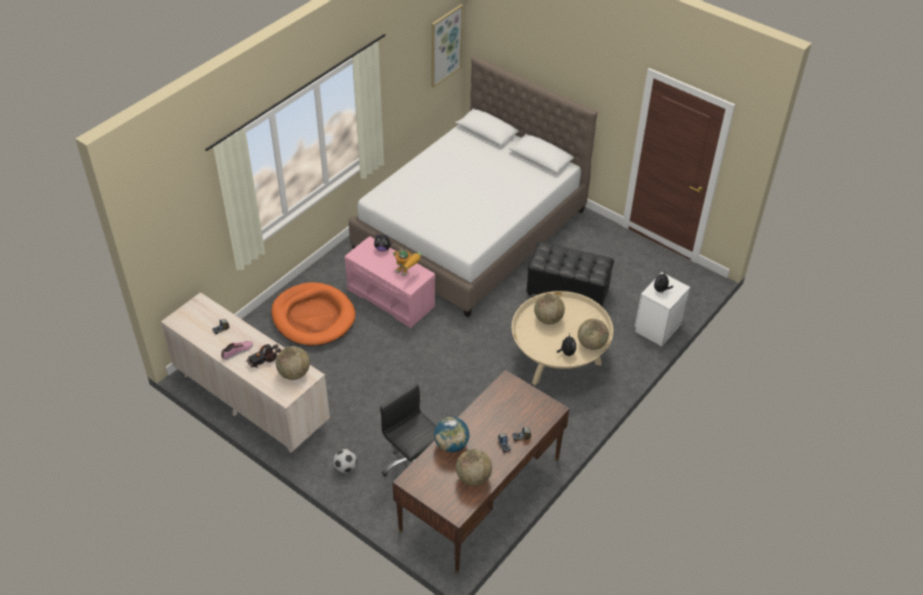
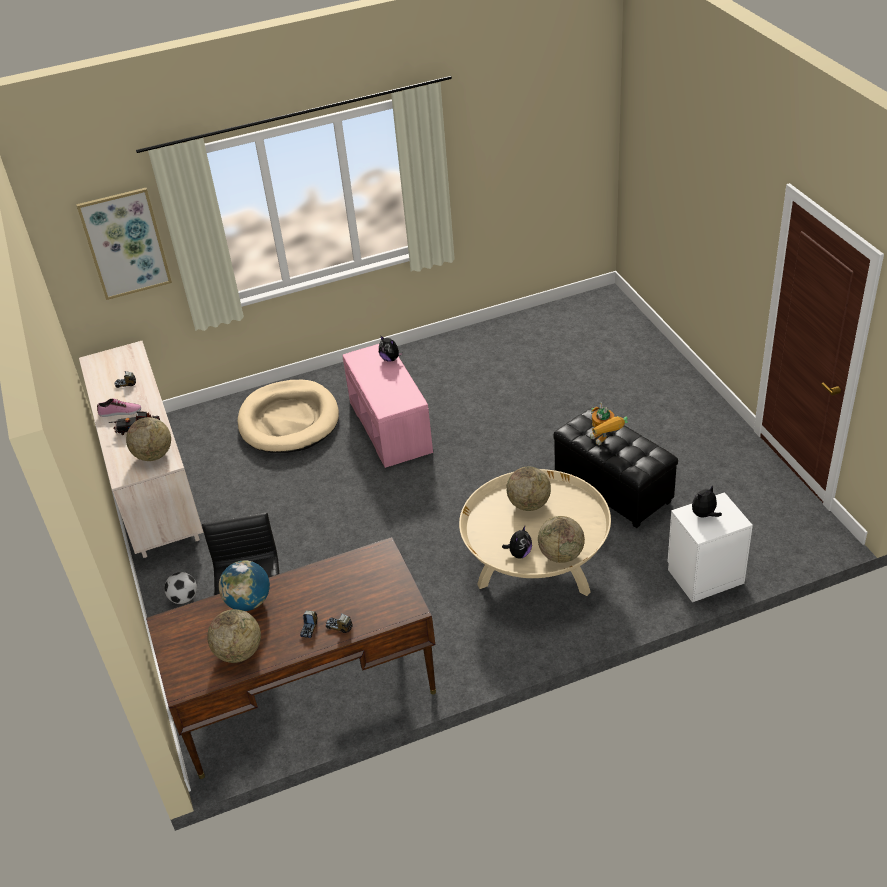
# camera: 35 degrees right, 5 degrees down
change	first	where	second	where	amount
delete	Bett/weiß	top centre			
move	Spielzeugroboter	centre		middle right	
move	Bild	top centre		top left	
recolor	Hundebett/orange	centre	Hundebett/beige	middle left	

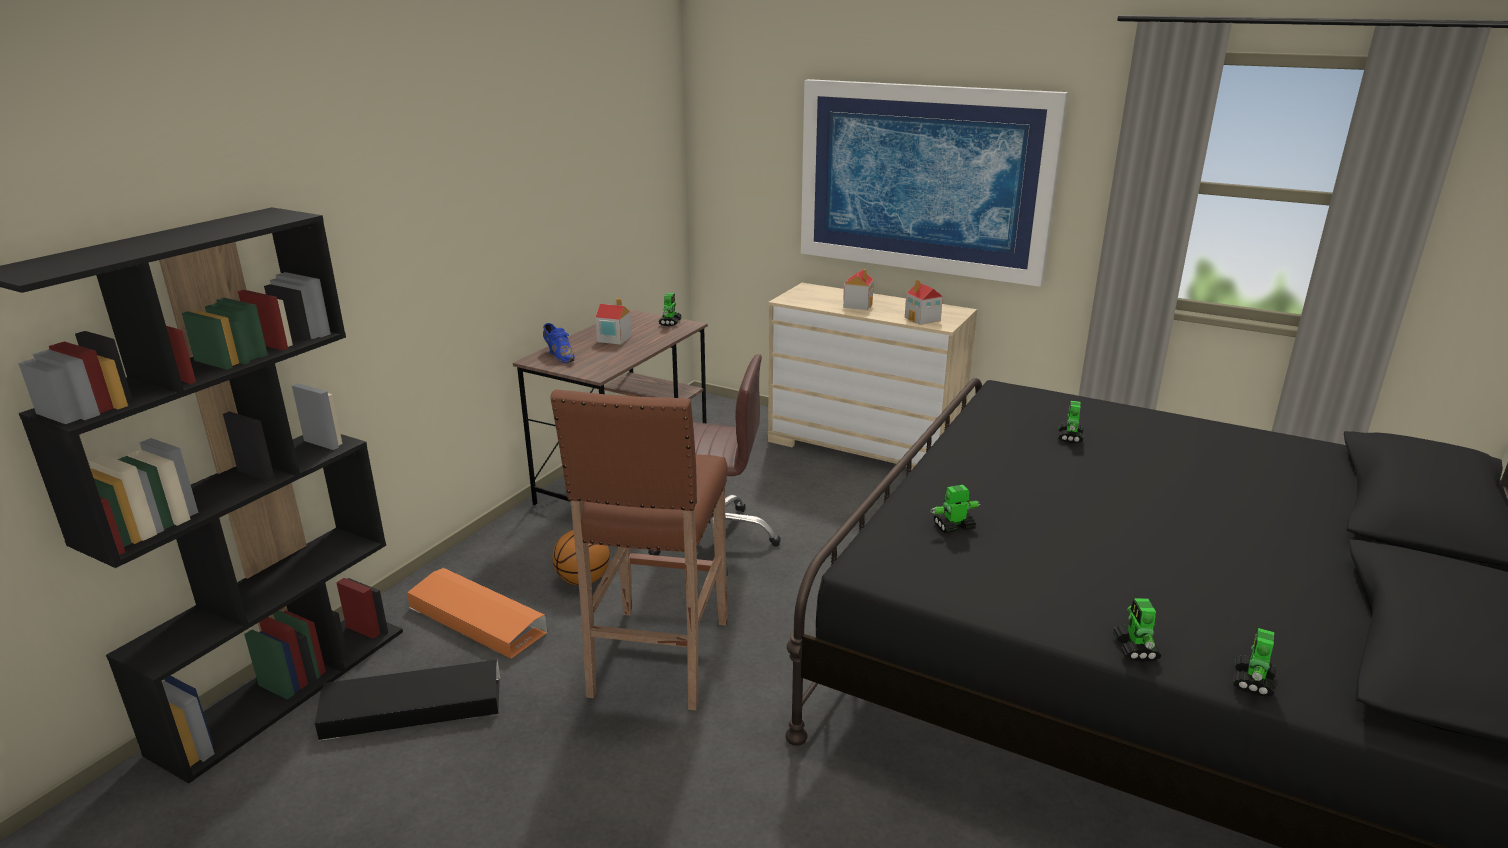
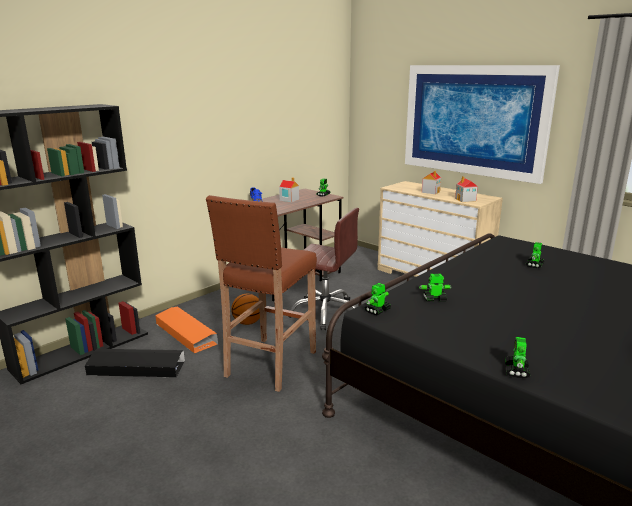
# camera: 15 degrees right, 5 degrees down
change	first	where	second	where	amount
move	Spielzeugroboter (5th from left in the first image)	bottom right	Spielzeugroboter (2nd from left)	centre	

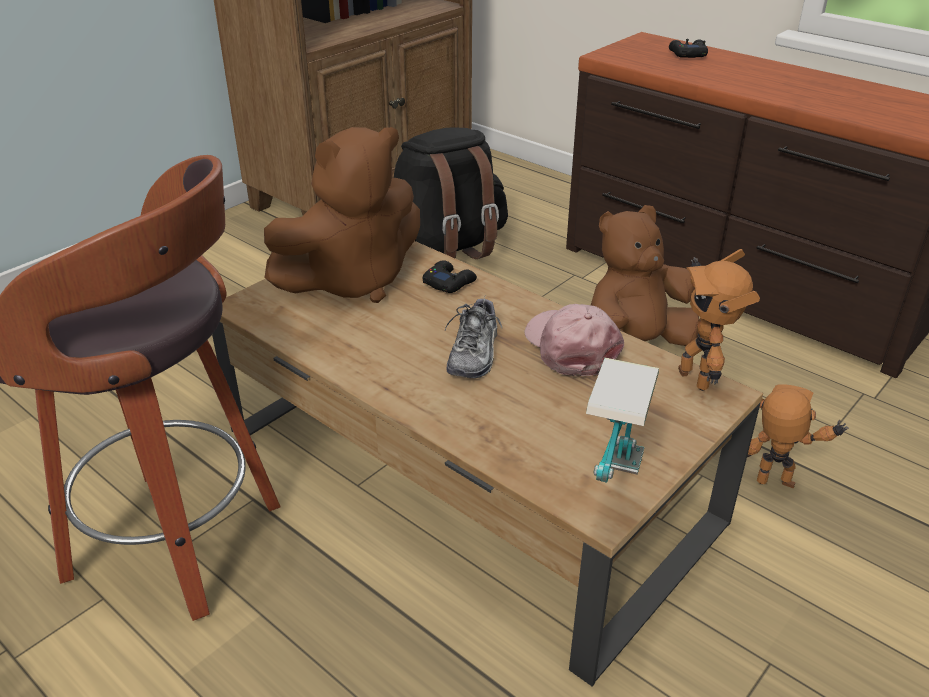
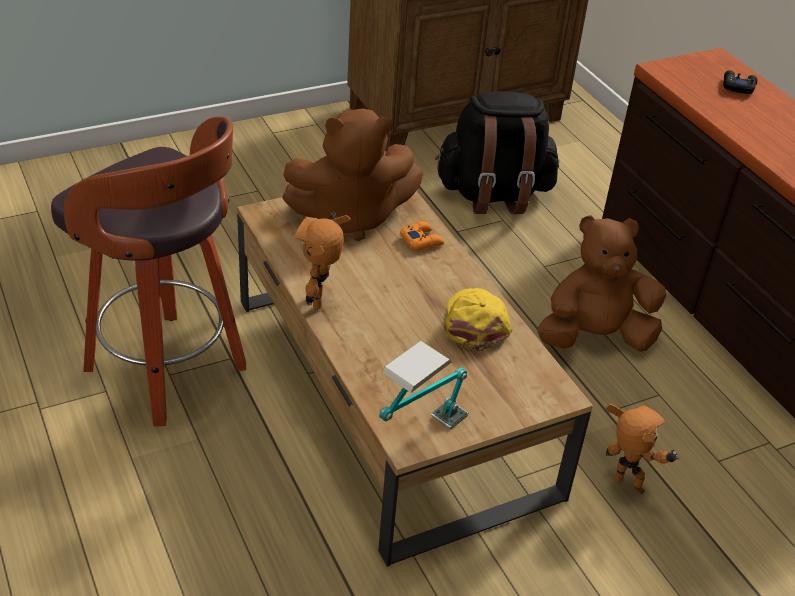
# camera: 20 degrees right, 5 degrees up
change	first	where	second	where	amount
delete	Schuh	centre			
move	Spielzeugroboter (1st from left)	middle right		centre	
recolor	Gamepad/schwarz (1st from left)	centre	Gamepad/orange	centre	
recolor	Kappe/rosa	centre	Kappe/gelb	centre	

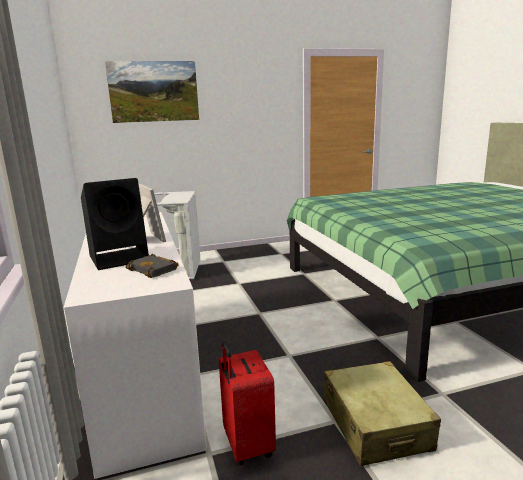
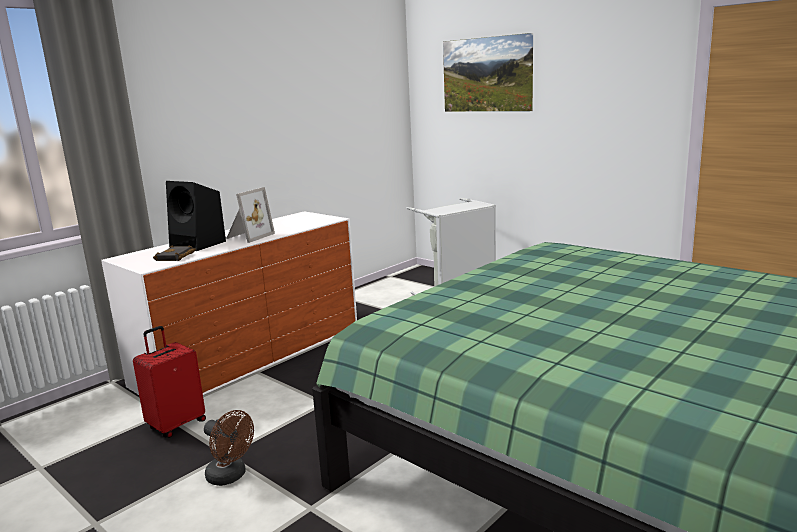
# camera: 60 degrees right, 0 degrees up
change	first	where	second	where	amount
replace	Koffer/beige	bottom right	Ventilator/braun	bottom left	

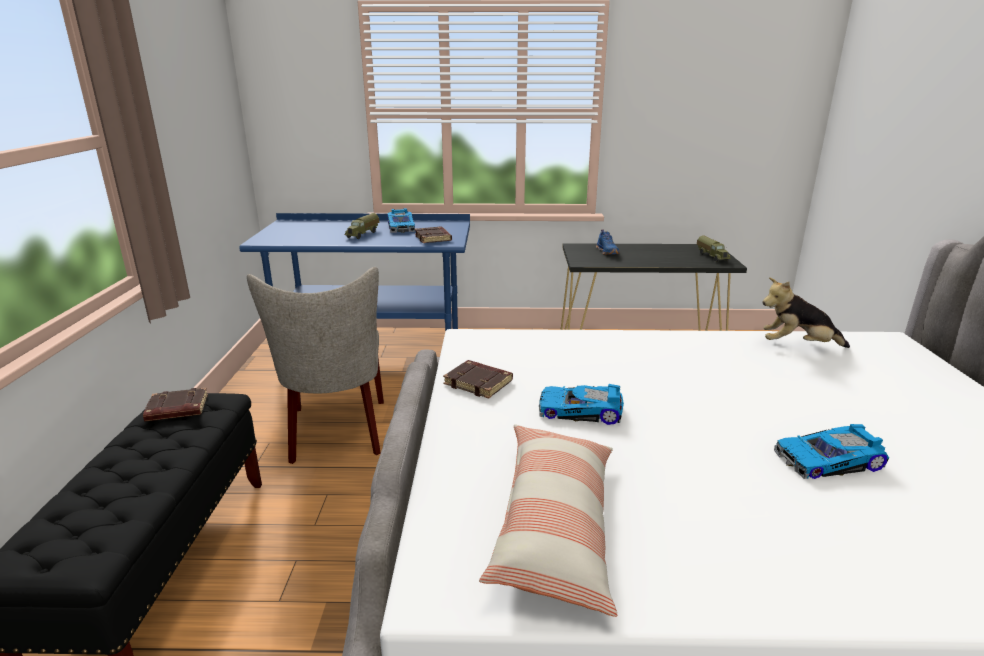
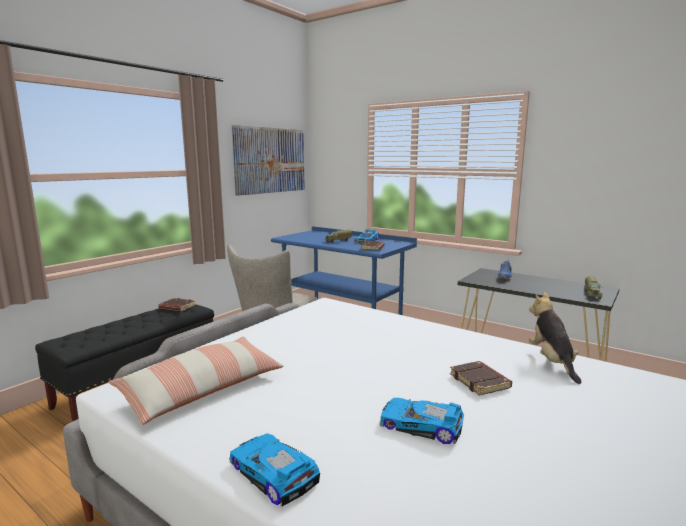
# camera: 35 degrees right, 10 degrees down
change	first	where	second	where	amount
insert			Bild	top centre	
move	Buch/braun (3rd from left)	centre		bottom right	
move	Spielzeugauto (2nd from left in the first image)	centre	Spielzeugauto (1st from left)	bottom centre	
rotate	Plüschtier	middle right		middle right	45 degrees clockwise

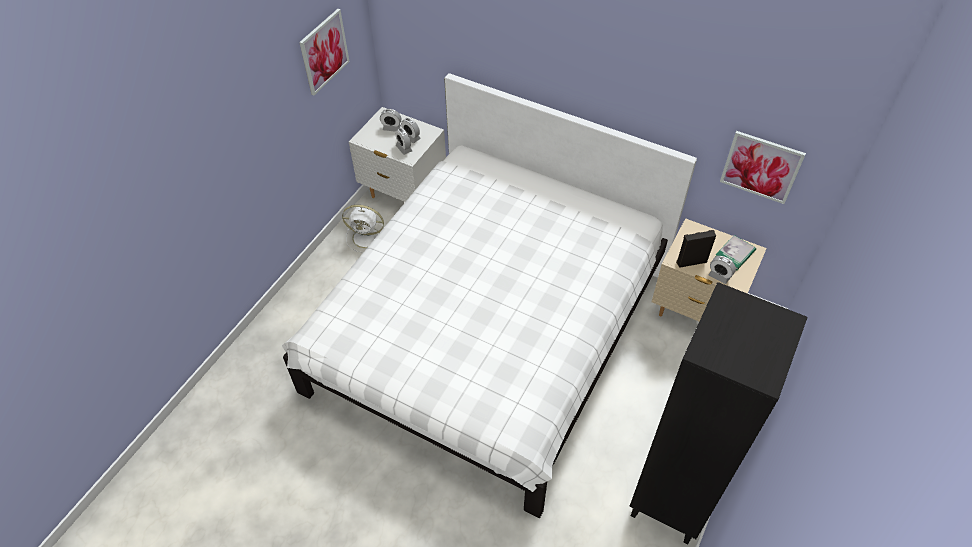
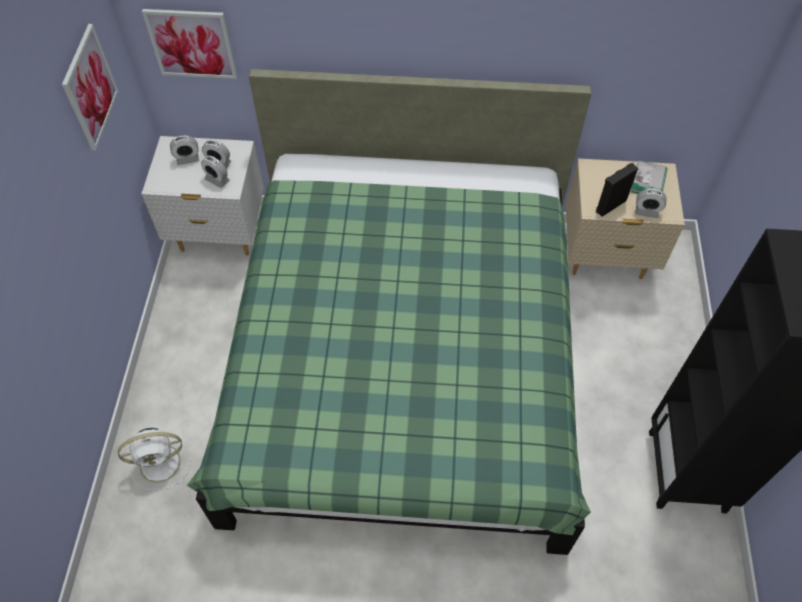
# camera: 25 degrees left, 5 degrees up
change	first	where	second	where	amount
move	Ventilator/weiß	centre		bottom left	
move	Bild (2nd from left)	top right		top left	
recolor	Bett/weiß	centre	Bett/grün	centre	

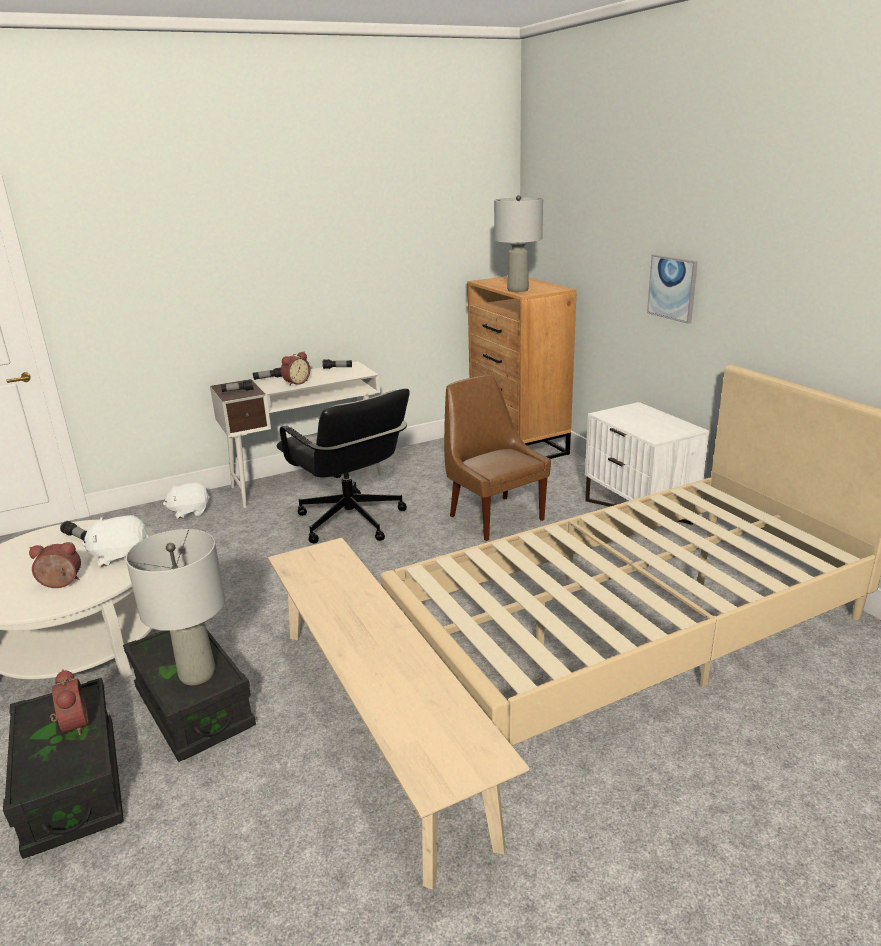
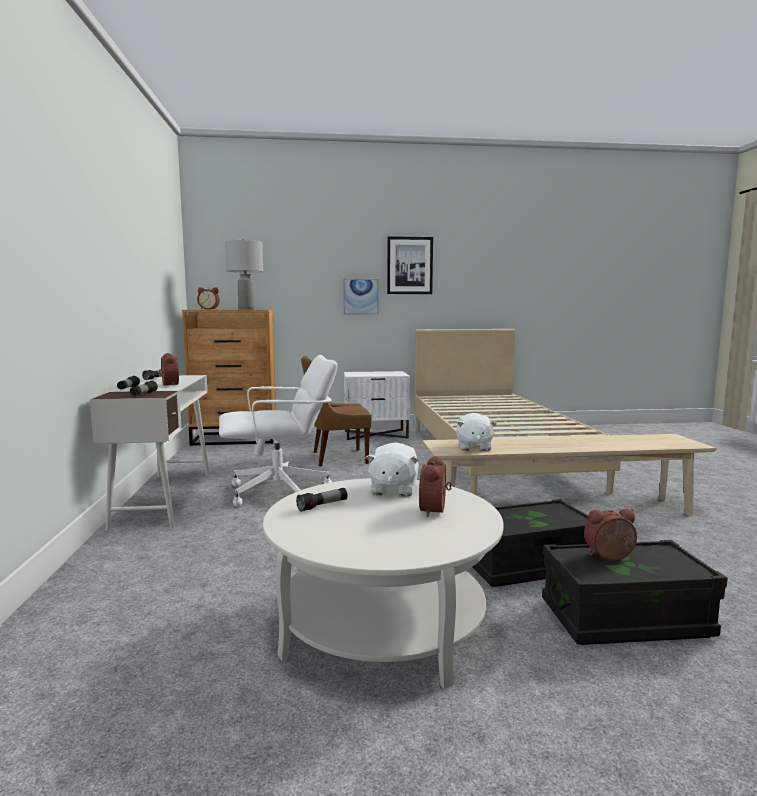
# camera: 70 degrees left, 15 degrees down
change	first	where	second	where	amount
delete	Tischlampe/grau (1st from left)	middle left			
insert			Wecker (2nd from left)	middle left	
insert			Bild (2nd from left)	top centre	
move	Plüschtier/weiß (2nd from left)	middle left		centre	
recolor	Bürostuhl/schwarz	centre	Bürostuhl/weiß	centre	

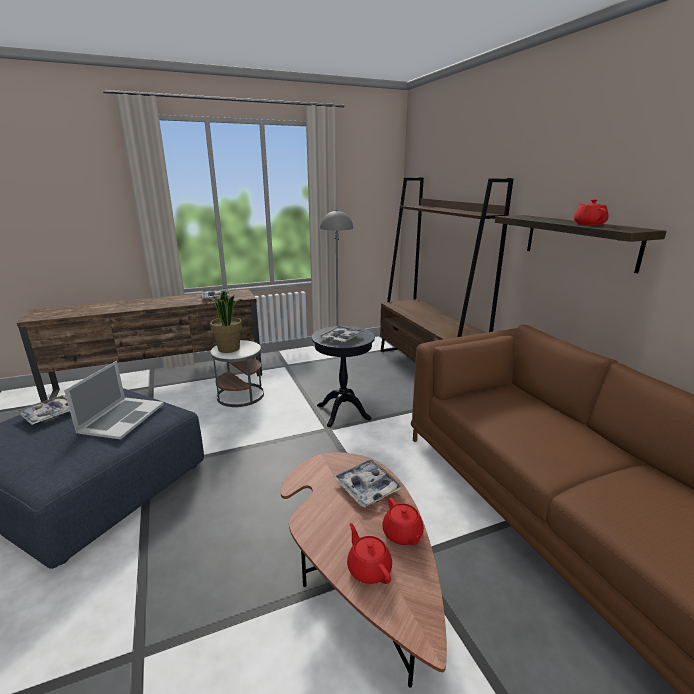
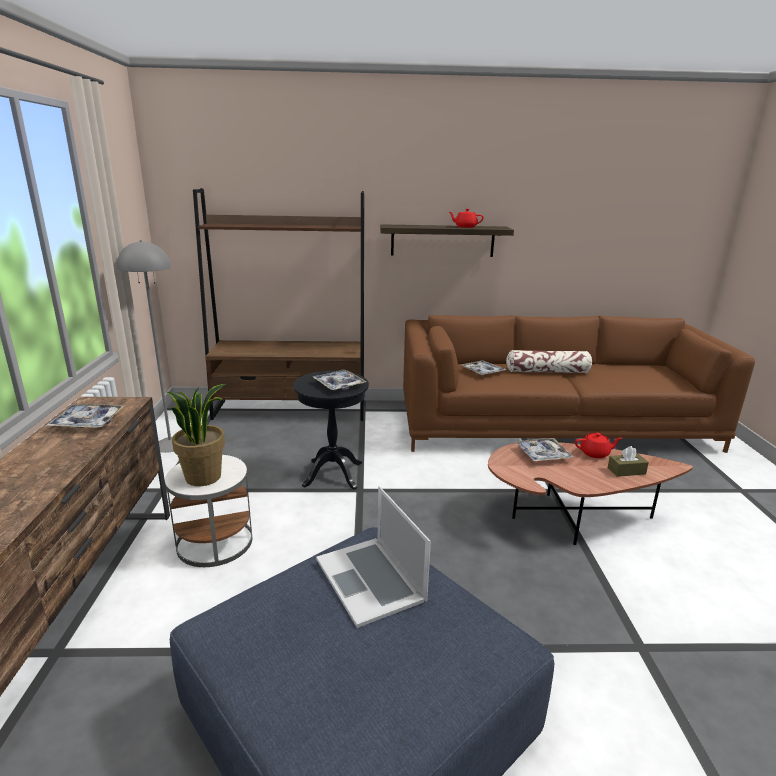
# camera: 70 degrees left, 0 degrees up
change	first	where	second	where	amount
insert			Kissen	middle right	
move	Tablett (1st from left in the first image)	middle left	Tablett (3rd from left)	centre	
replace	Teekanne/rot (1st from left)	bottom centre	Taschentuchbox/braun	middle right	
rotate	Laptop	middle left		bottom centre	150 degrees counterclockwise

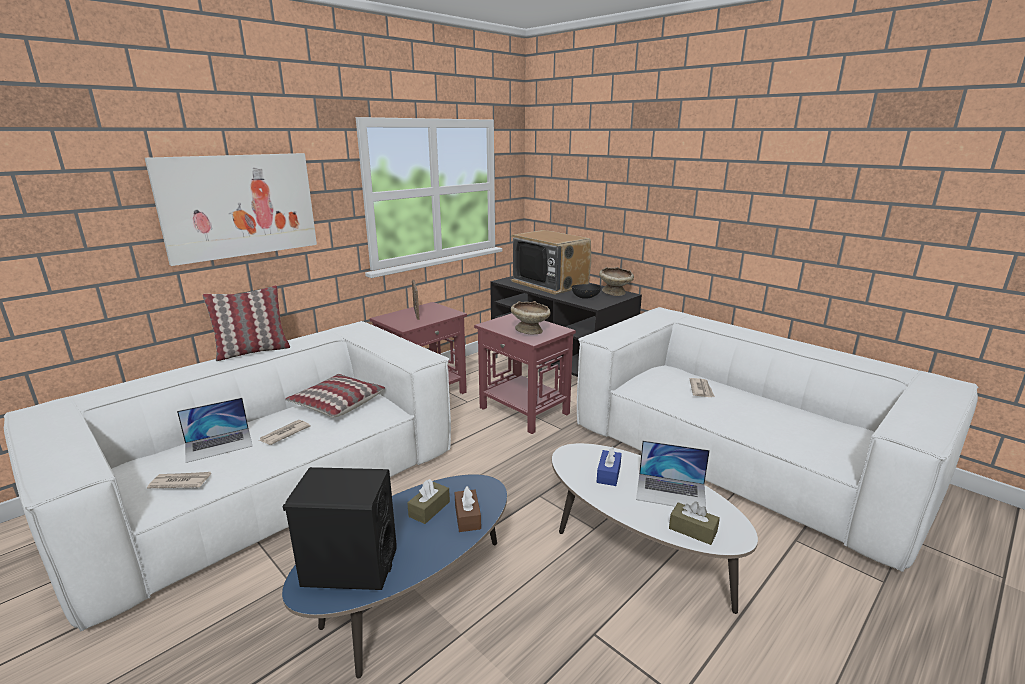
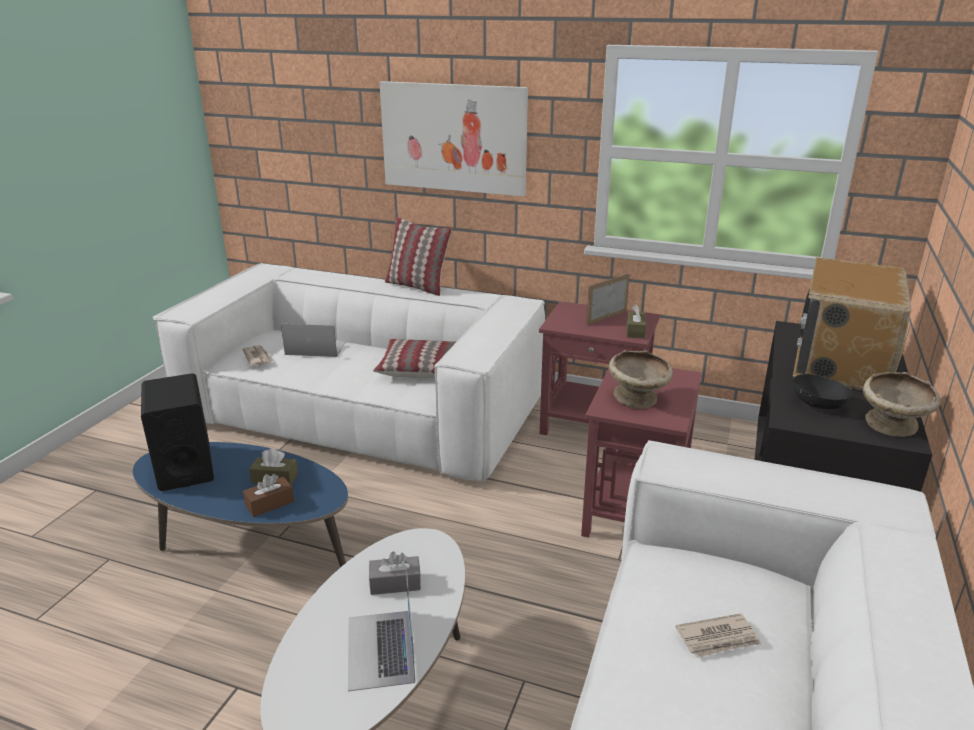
# camera: 65 degrees right, 5 degrees up
change	first	where	second	where	amount
delete	Zeitung (2nd from left)	middle left			
move	Taschentuchbox/braun (3rd from left)	bottom right		centre	
recolor	Taschentuchbox/blau	bottom centre	Taschentuchbox/grau	bottom centre	
rotate	Laptop (1st from left)	middle left		middle left	150 degrees clockwise

